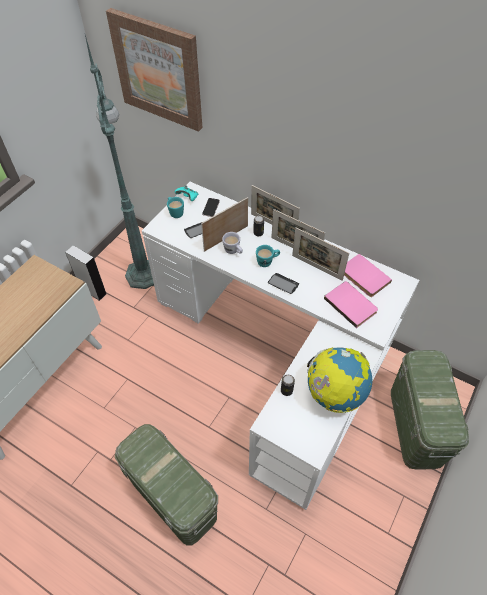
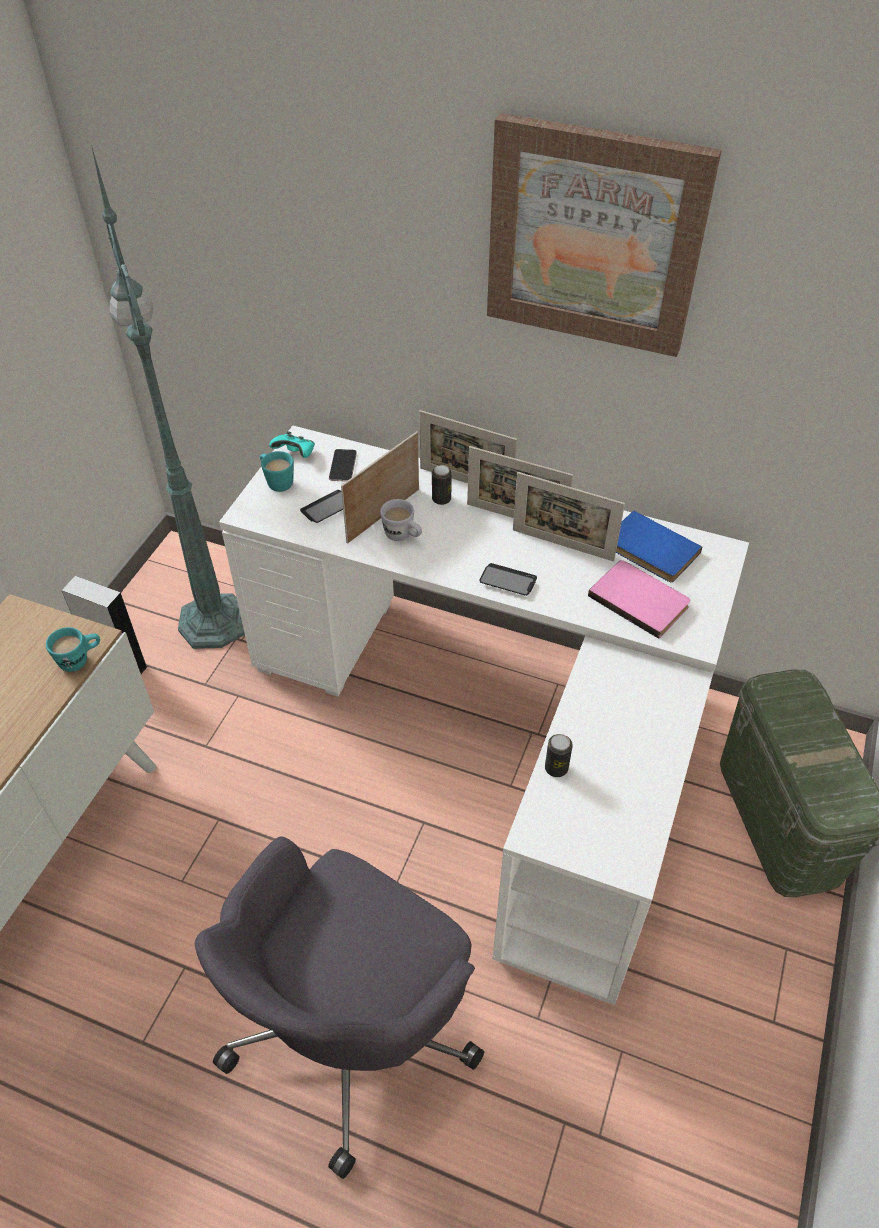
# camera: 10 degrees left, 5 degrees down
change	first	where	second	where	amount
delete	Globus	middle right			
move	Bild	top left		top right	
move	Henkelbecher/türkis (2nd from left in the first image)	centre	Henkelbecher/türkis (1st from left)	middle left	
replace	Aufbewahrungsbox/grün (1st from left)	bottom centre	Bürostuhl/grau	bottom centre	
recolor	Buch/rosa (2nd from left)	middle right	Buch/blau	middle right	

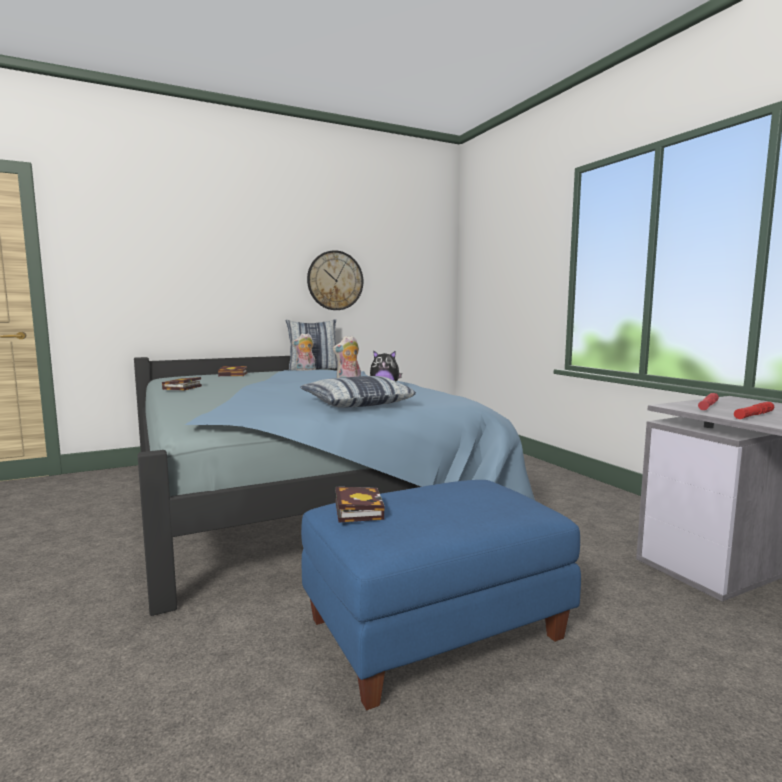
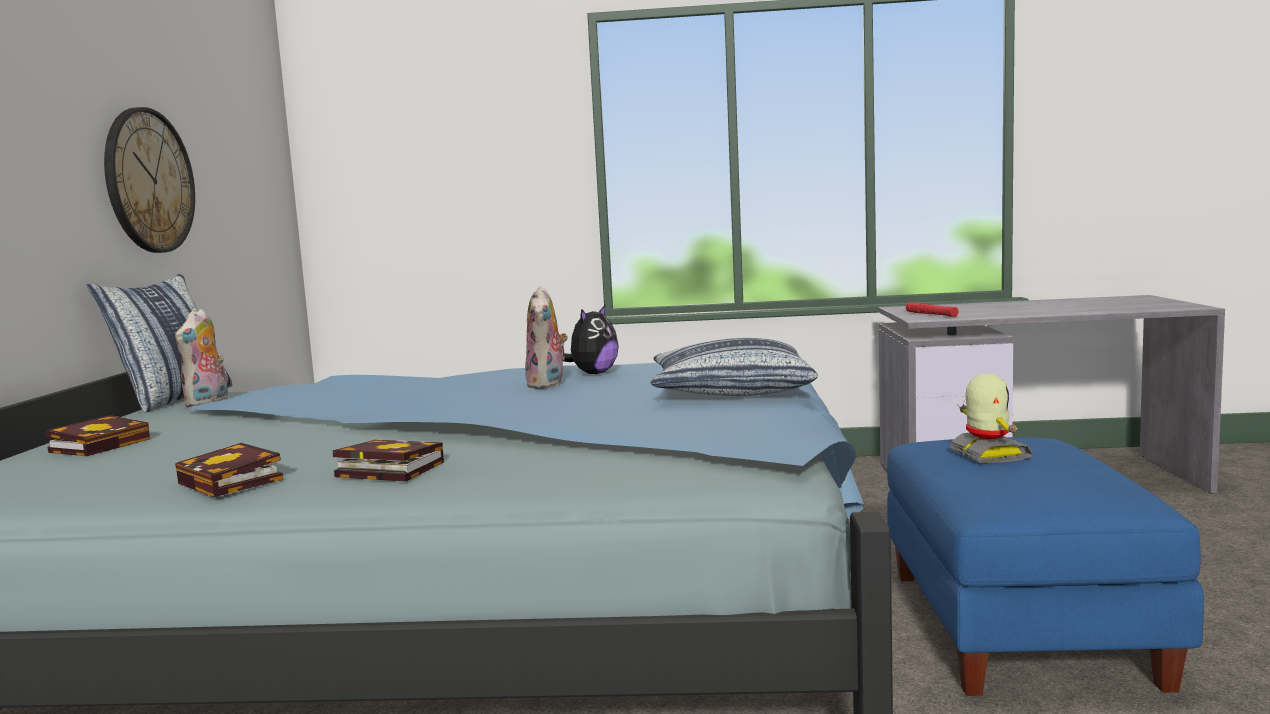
# camera: 60 degrees left, 0 degrees up
change	first	where	second	where	amount
delete	Taschenlampe/rot (2nd from left)	middle right			
insert			Spielzeugroboter	middle right	
move	Buch (3rd from left)	centre		middle left	

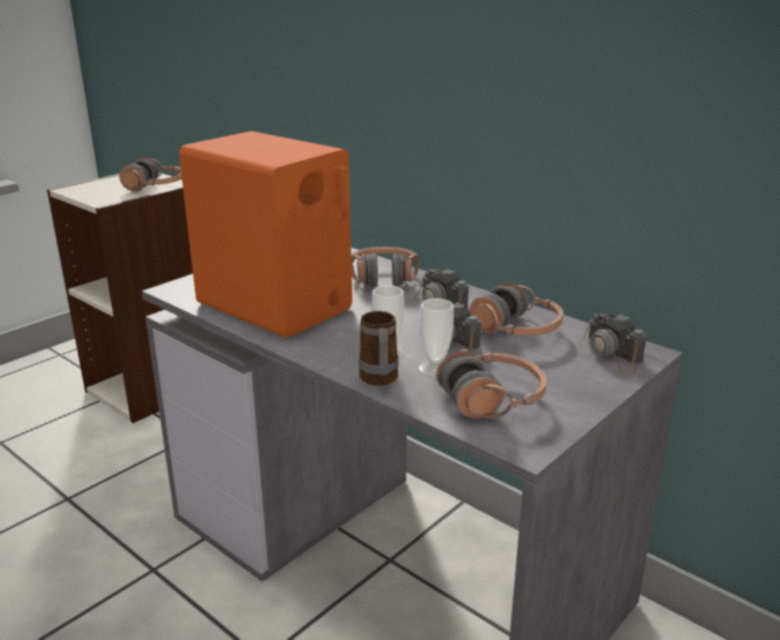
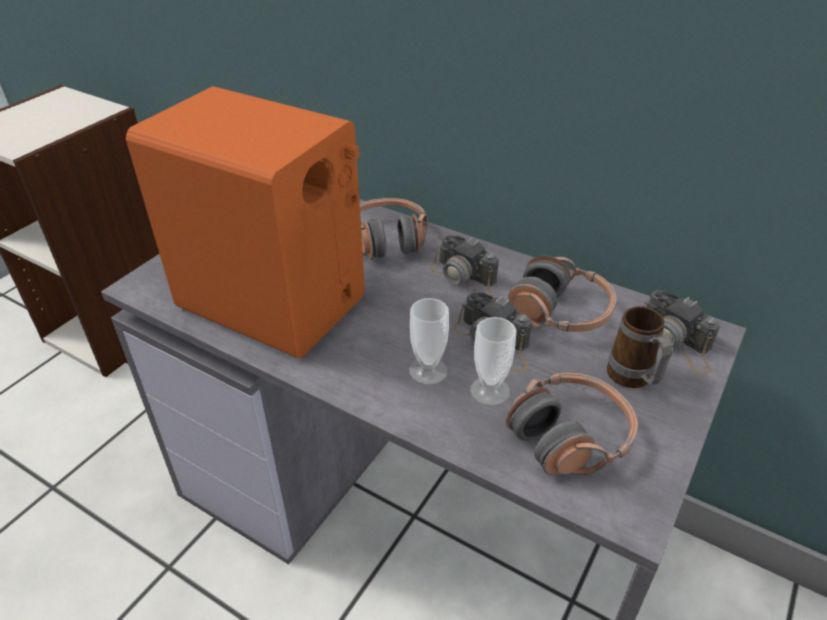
# camera: 10 degrees left, 15 degrees up
change	first	where	second	where	amount
delete	Kopfhörer (1st from left)	top left			
move	Henkelbecher	centre		middle right	

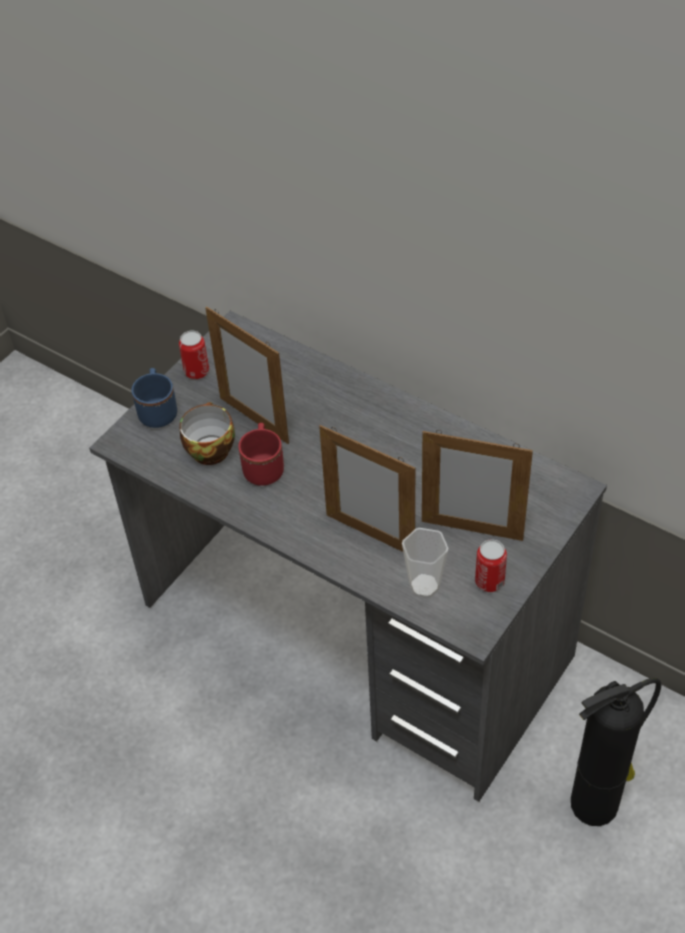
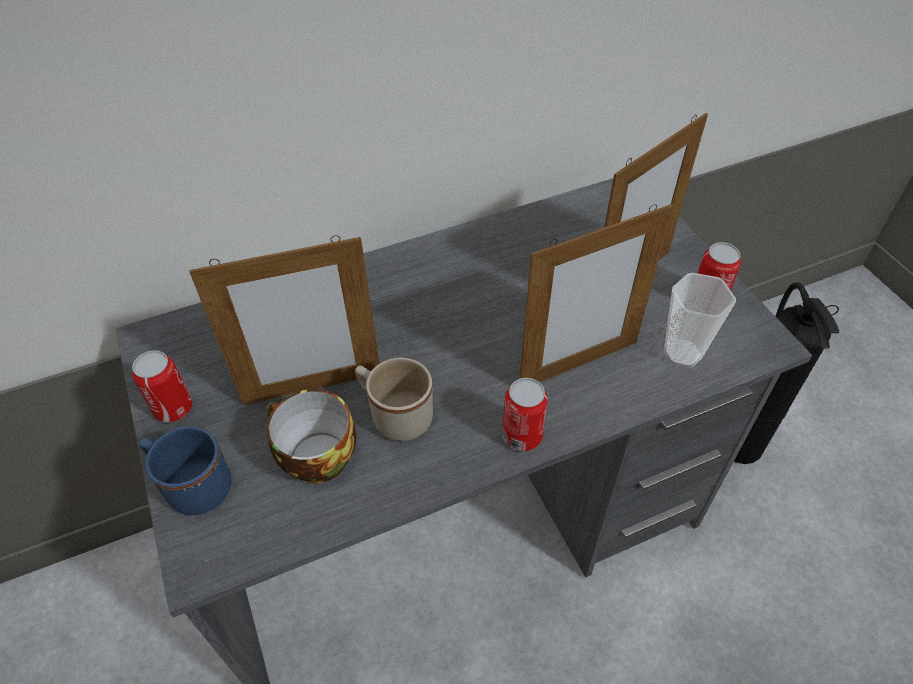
# camera: 60 degrees left, 0 degrees up
change	first	where	second	where	amount
insert			Dose (2nd from left)	centre	
recolor	Henkelbecher/rot	centre	Henkelbecher/beige	centre	

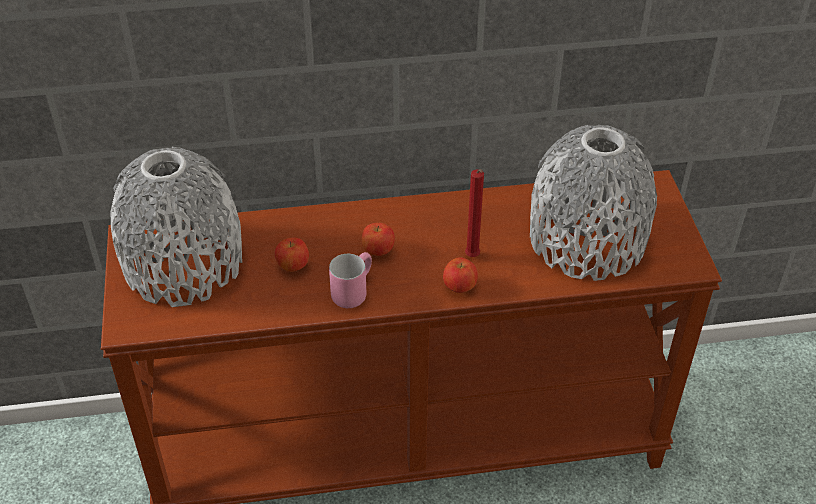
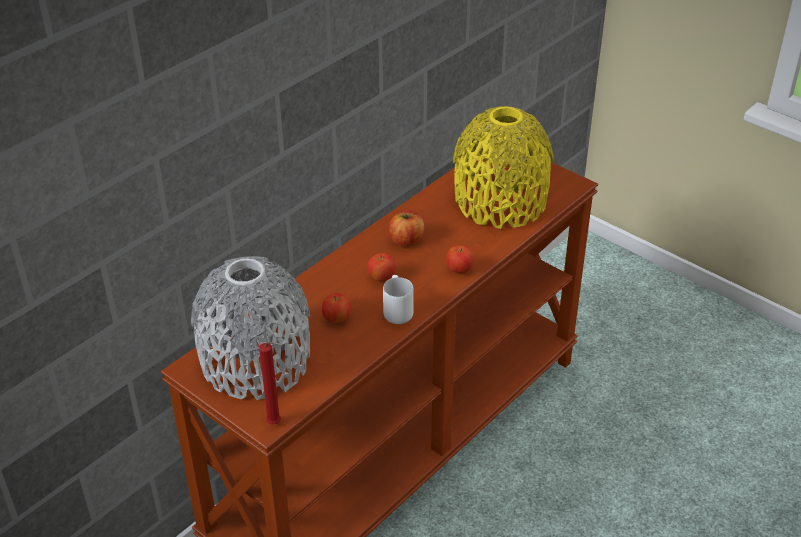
# camera: 40 degrees left, 5 degrees down
change	first	where	second	where	amount
insert			Apfel (3rd from left)	centre	
move	Kerze/rot	centre		bottom centre	
recolor	Henkelbecher/rosa	centre	Henkelbecher/weiß	centre	
recolor	Vase/grau (2nd from left)	middle right	Vase/gelb	top centre	

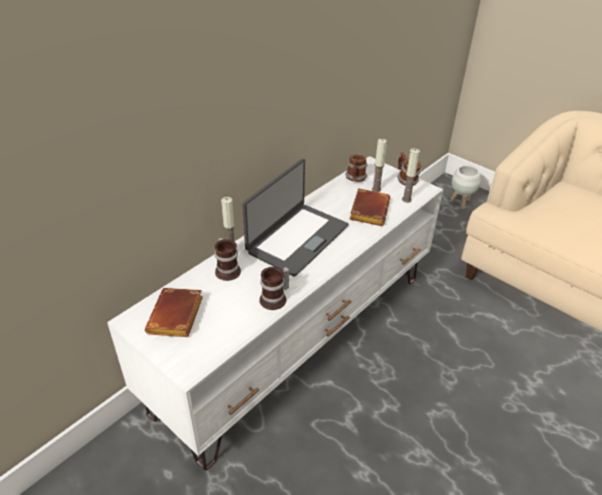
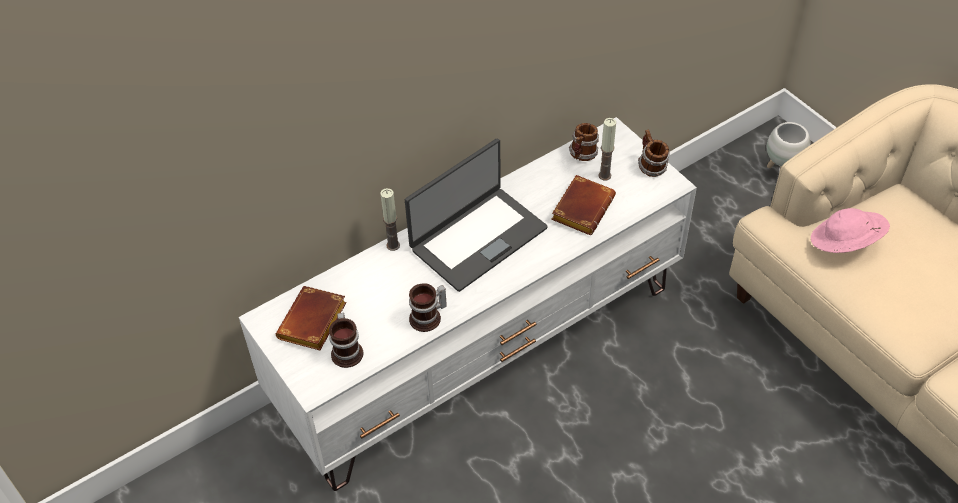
# camera: 15 degrees right, 10 degrees up
change	first	where	second	where	amount
delete	Kerze (3rd from left)	middle right			
insert			Hut/rosa	middle right	
move	Henkelbecher (1st from left)	centre		bottom centre	

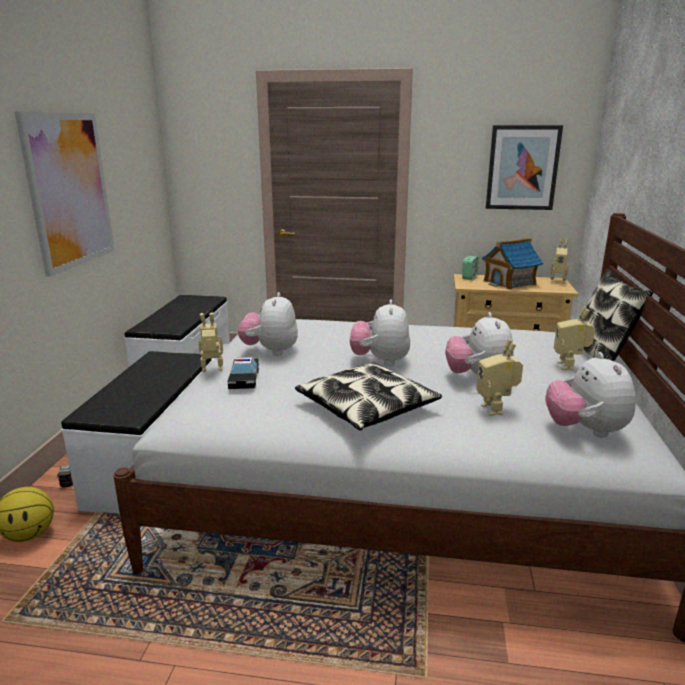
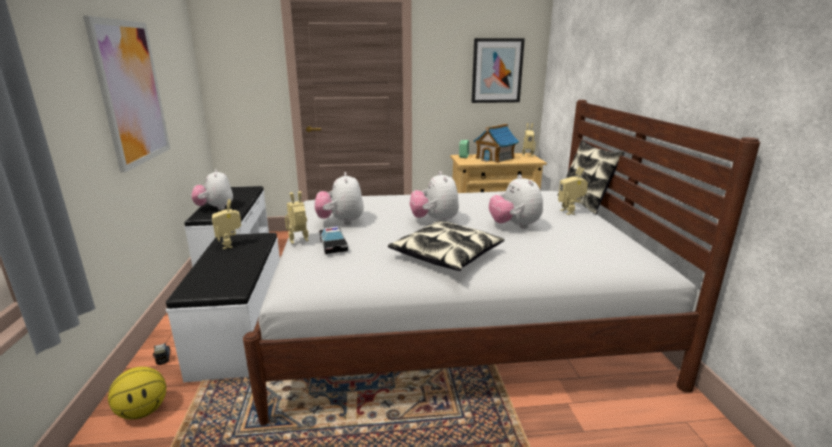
# camera: 15 degrees left, 0 degrees up
change	first	where	second	where	amount
move	Spielzeugroboter (2nd from left in the first image)	middle right	Spielzeugroboter (1st from left)	middle left	
move	Plüschtier (4th from left in the first image)	middle right	Plüschtier (1st from left)	middle left	

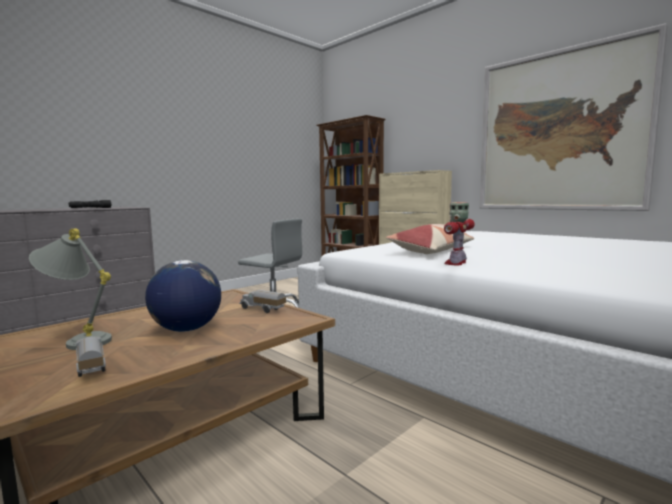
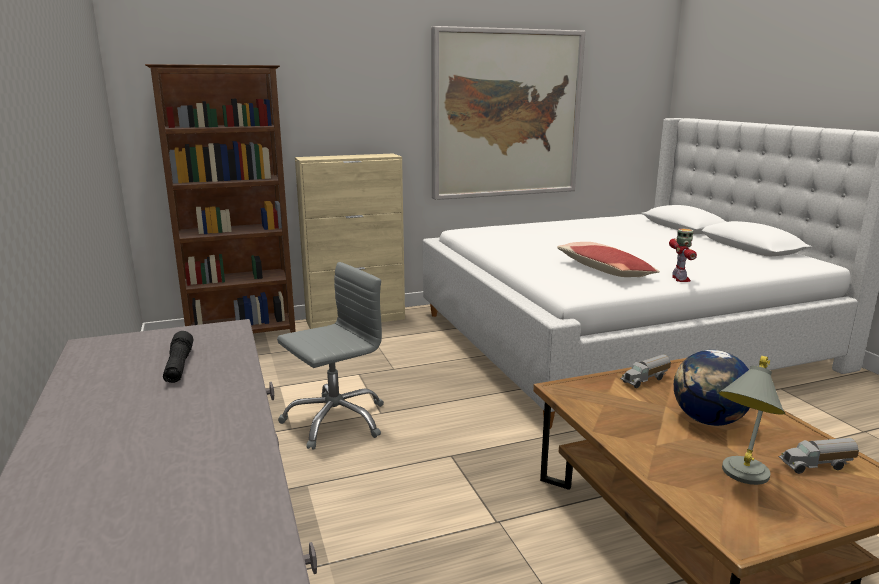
# camera: 65 degrees left, 10 degrees up
change	first	where	second	where	amount
rotate	Spielzeugroboter	middle right		middle right	150 degrees counterclockwise

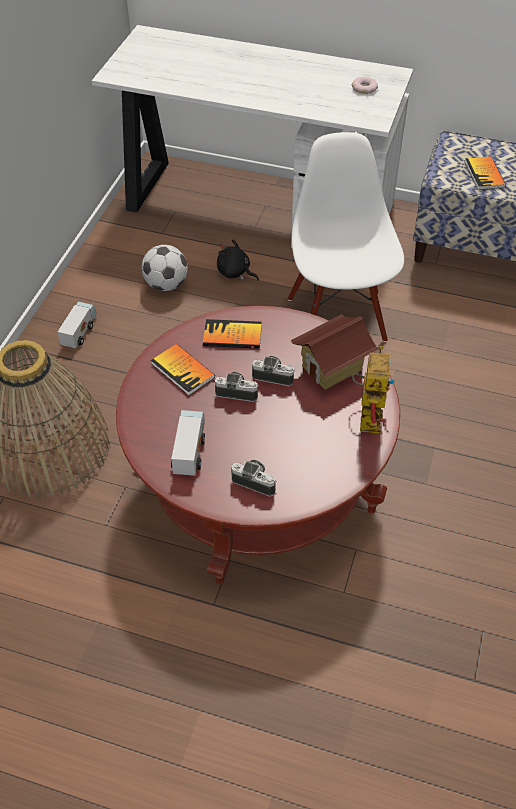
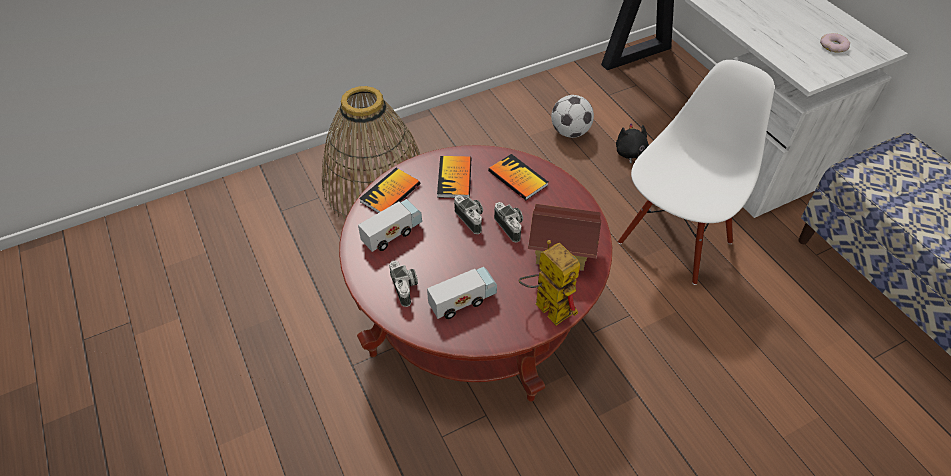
# camera: 45 degrees right, 0 degrees up
change	first	where	second	where	amount
move	Spielzeuglaster (1st from left in the first image)	middle left	Spielzeuglaster (2nd from left)	centre	
move	Buch (3rd from left in the first image)	top right	Buch (1st from left)	centre	
rotate	Spielzeugroboter	middle right		centre	90 degrees counterclockwise

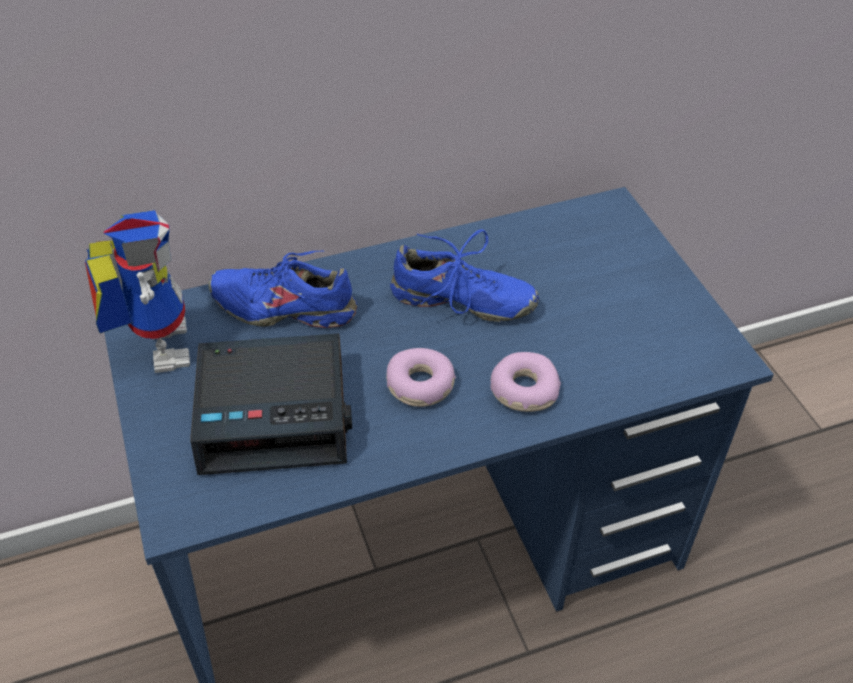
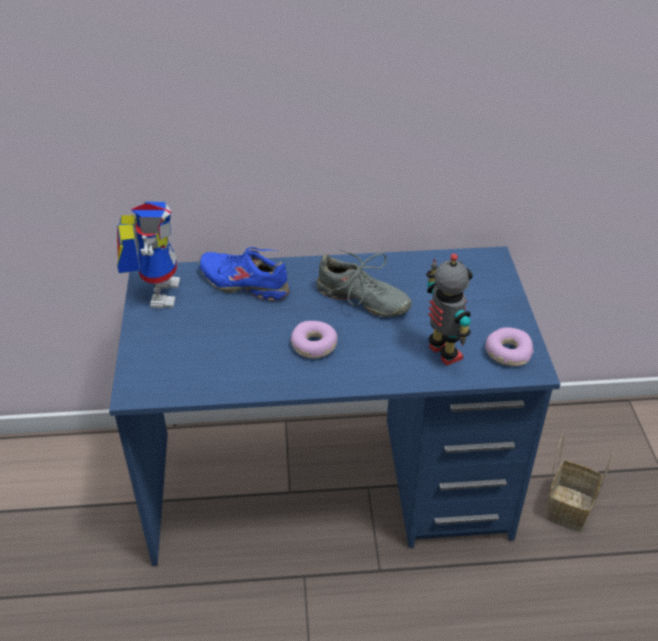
# camera: 15 degrees right, 5 degrees down
change	first	where	second	where	amount
delete	Wecker	middle left			
insert			Spielzeugroboter (2nd from left)	middle right	
insert			Korb	bottom right	
move	Donut (2nd from left)	centre		middle right	
recolor	Schuh/blau (2nd from left)	centre	Schuh/grau	centre	

